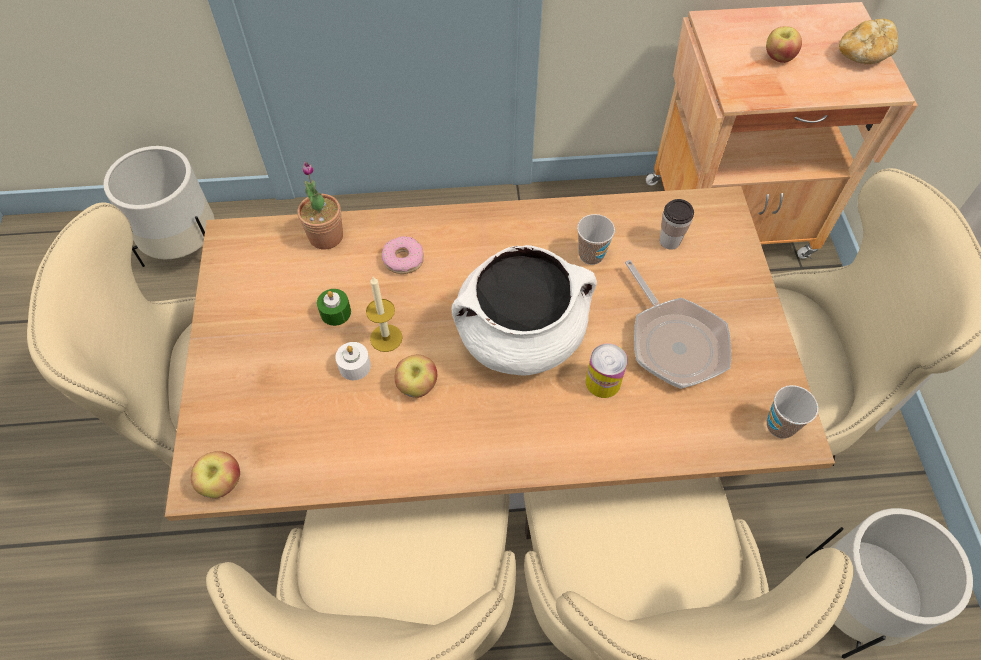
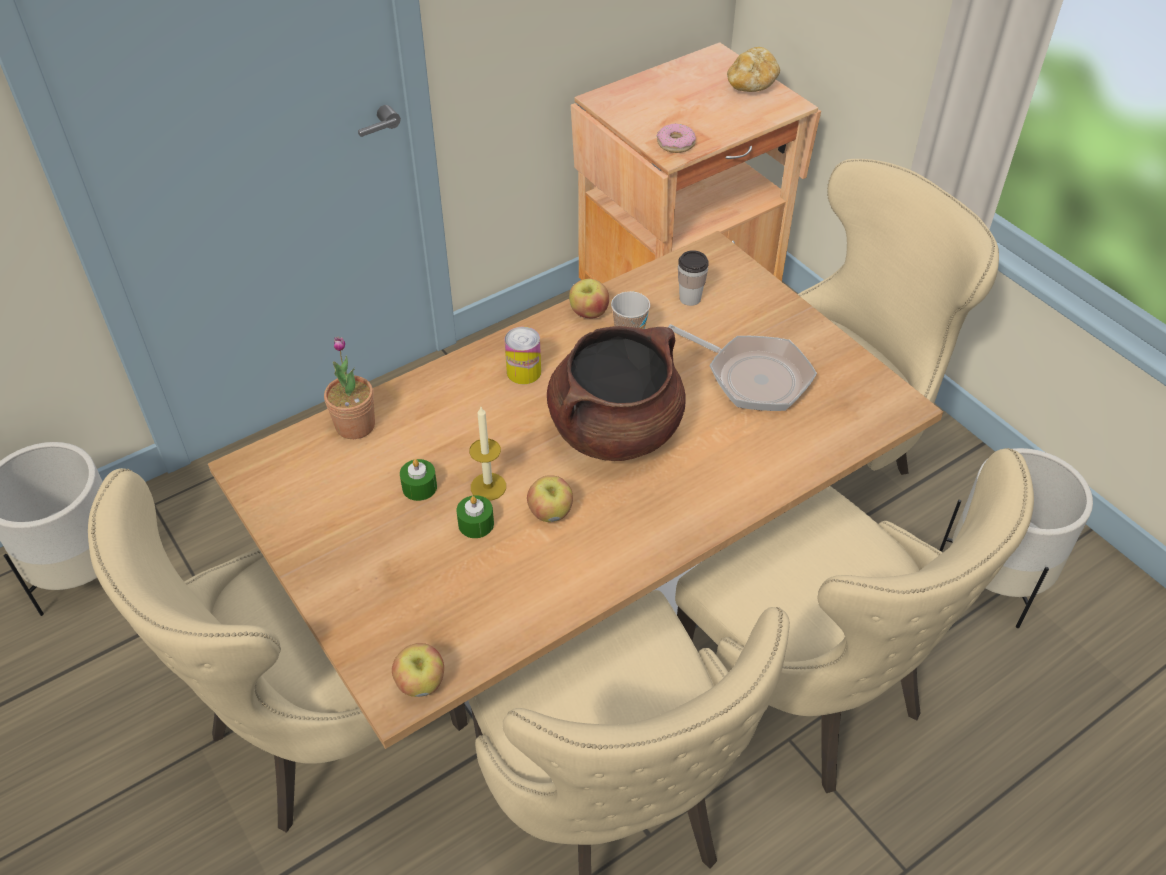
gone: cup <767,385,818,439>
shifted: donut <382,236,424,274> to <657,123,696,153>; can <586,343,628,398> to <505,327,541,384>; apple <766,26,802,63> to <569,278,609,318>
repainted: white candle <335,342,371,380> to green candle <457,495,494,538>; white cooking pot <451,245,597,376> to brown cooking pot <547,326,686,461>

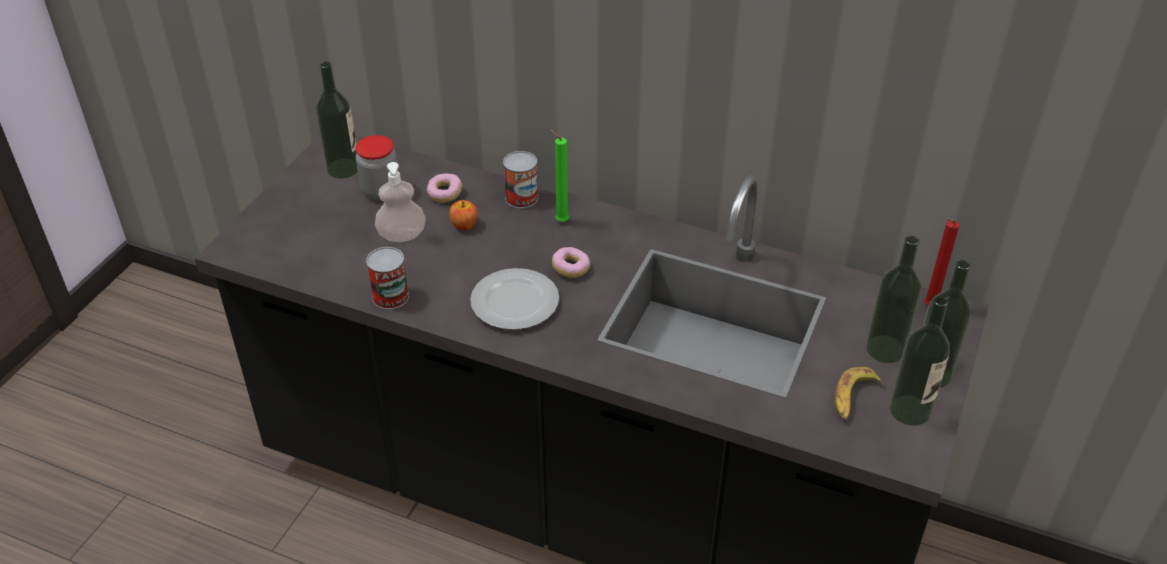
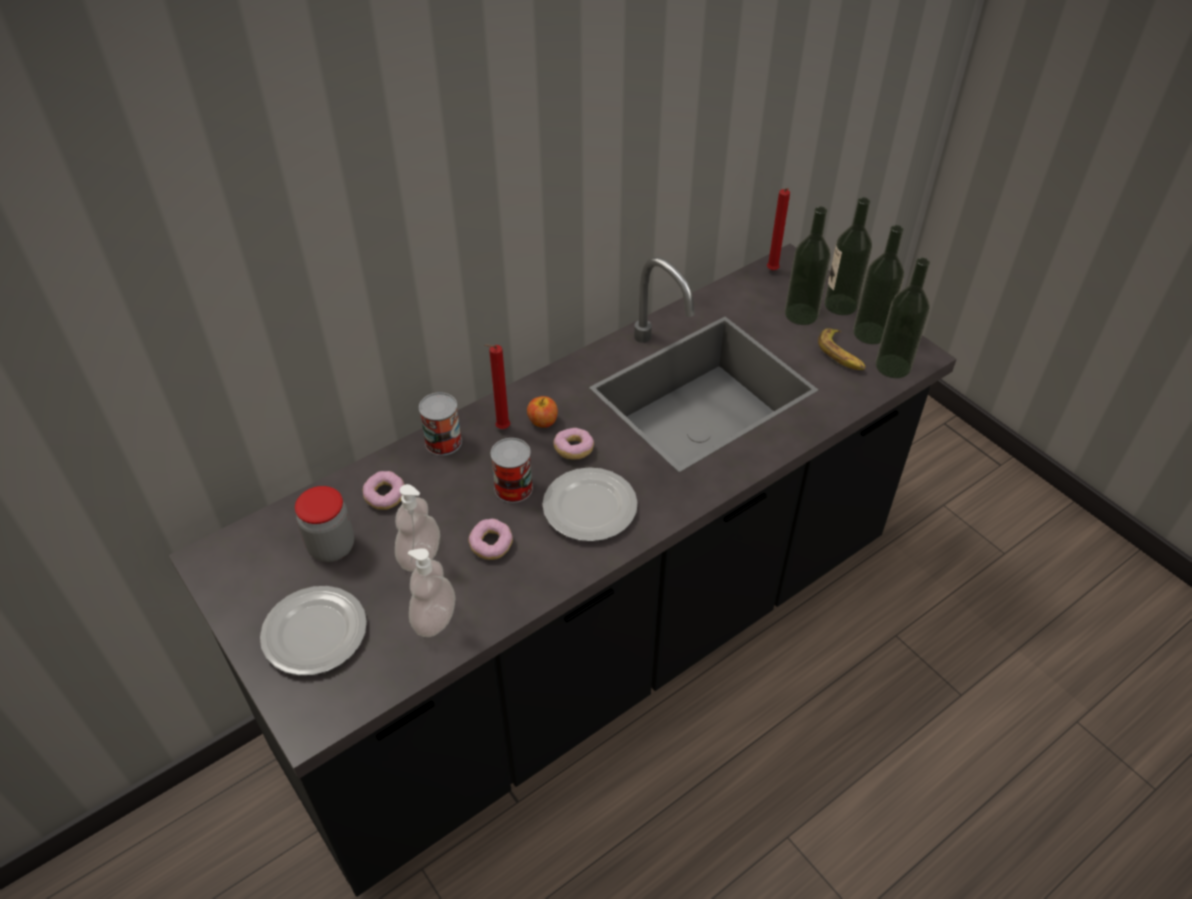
new: plate <260,586,367,676>; soap dispenser <408,548,456,637>; donut <469,519,513,560>
shifted: bottle <315,61,358,178> to <875,258,930,378>; can <366,247,409,309> to <491,438,533,503>; apple <449,200,478,230> to <527,396,558,428>
repainted: green candle <549,129,569,222> to red candle <484,344,510,429>

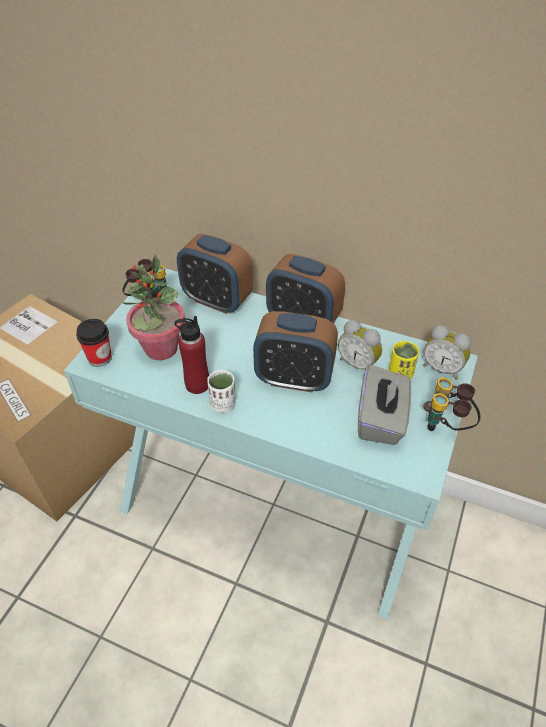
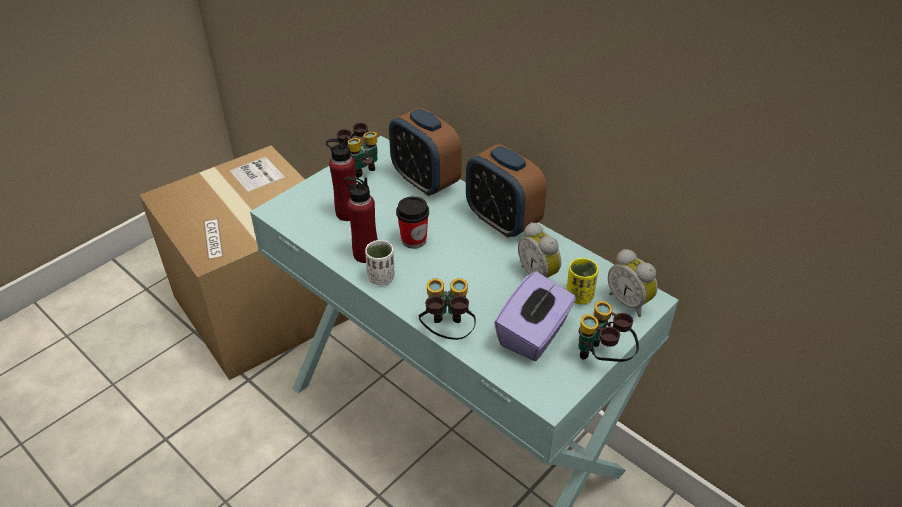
gone: alarm clock <253,311,338,393>
new: binoculars <419,278,476,340>
shifted: cup <76,319,112,367> to <396,196,429,249>
swapped: potted plant <122,255,185,360> to red bottle <326,136,356,221>
repainted: grey tissue box <358,364,411,445> to purple tissue box <494,271,576,361>

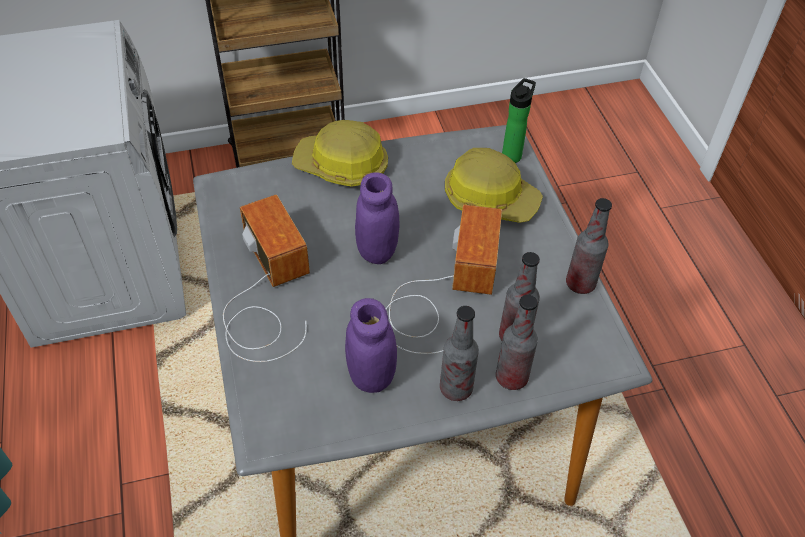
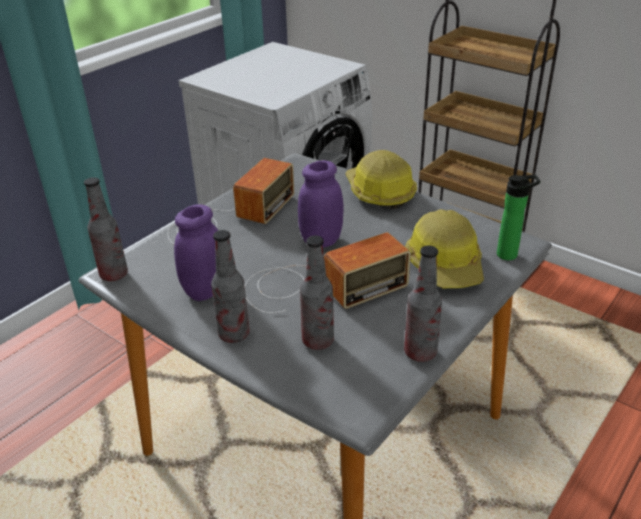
shifted: bottle <496,295,538,390> to <84,177,128,281>

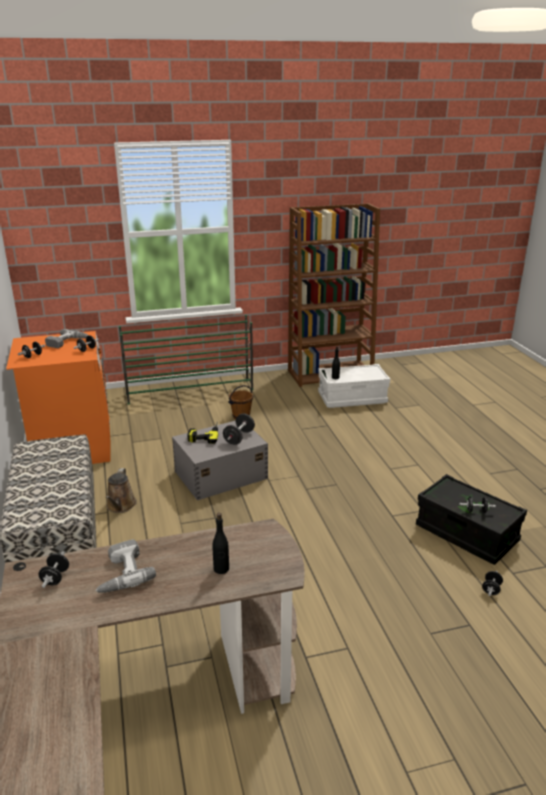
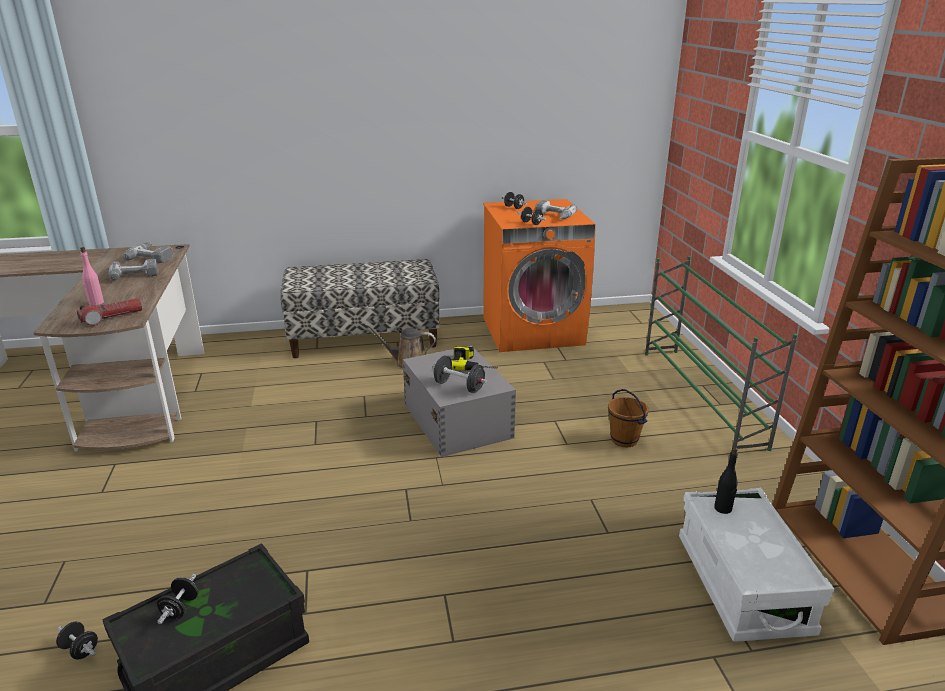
new: flashlight <77,298,142,326>
swapped: black dumbbell <39,552,69,588> to power drill <123,242,173,263>
repainted: black bottle <212,513,229,574> to pink bottle <80,247,104,306>

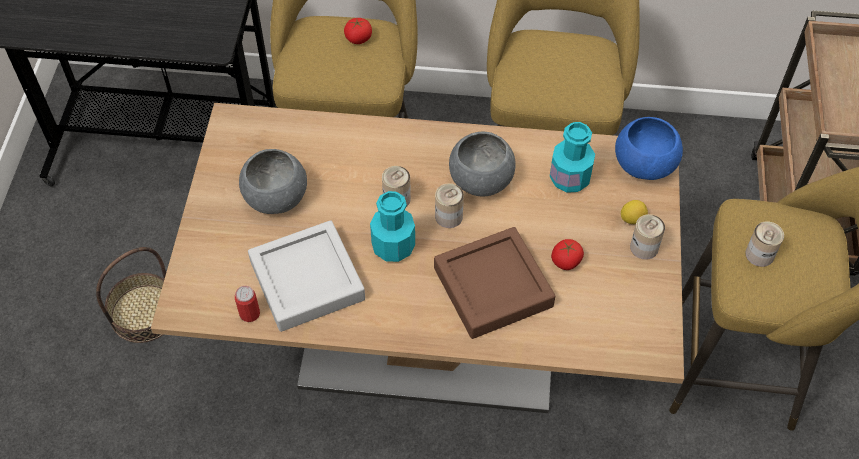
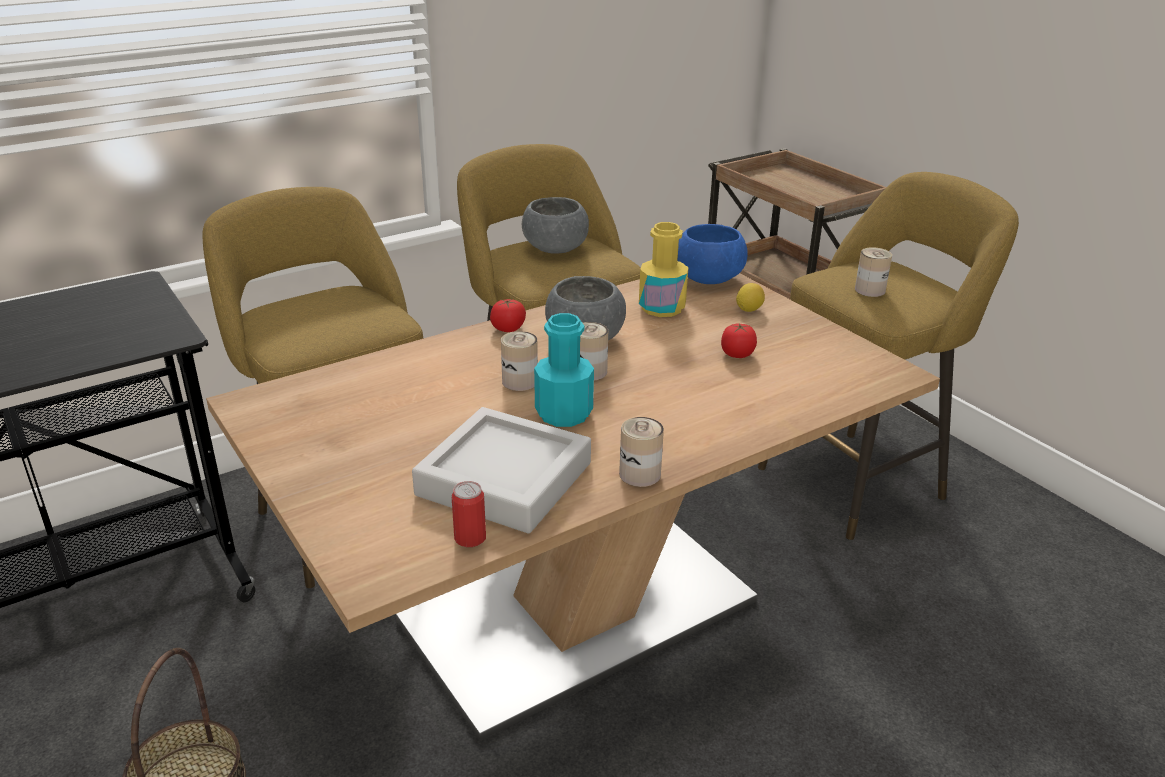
gone: brown tray <434,227,555,339>
shifted: grey bowl <239,149,307,214> to <522,197,589,254>; tomato <344,18,372,44> to <490,299,526,332>; can <630,214,665,260> to <619,417,664,487>
repainted: turquoise bottle <550,122,595,193> to yellow bottle <639,222,689,317>

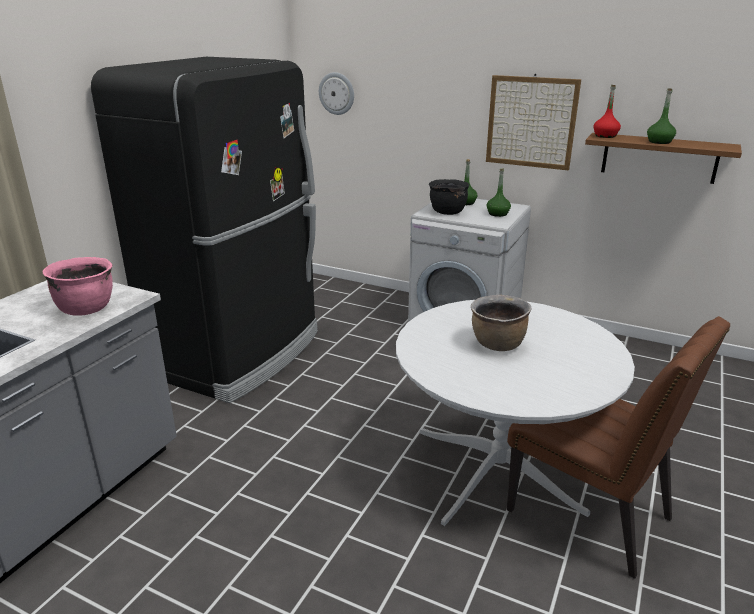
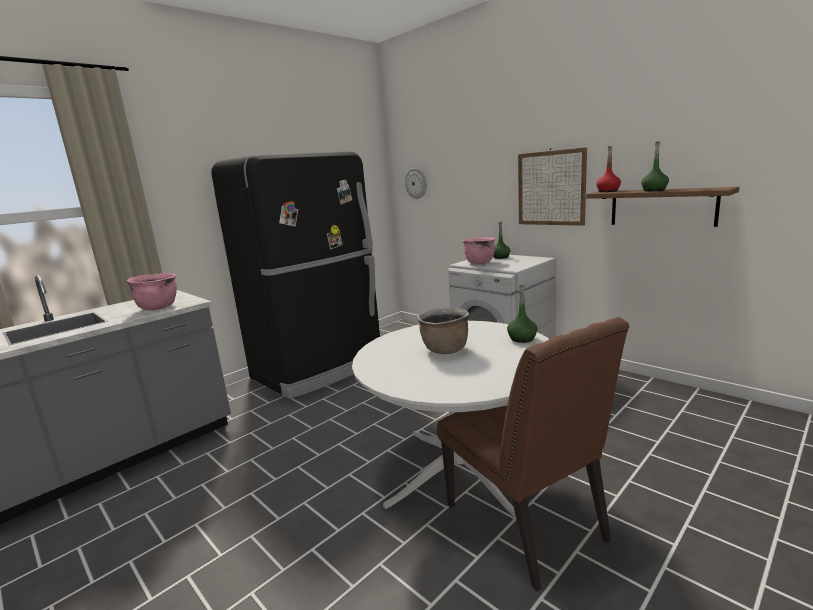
shifted: green bottle <487,169,511,217> to <507,284,538,343>
repainted: black cooking pot <429,179,469,215> to pink cooking pot <462,237,495,264>

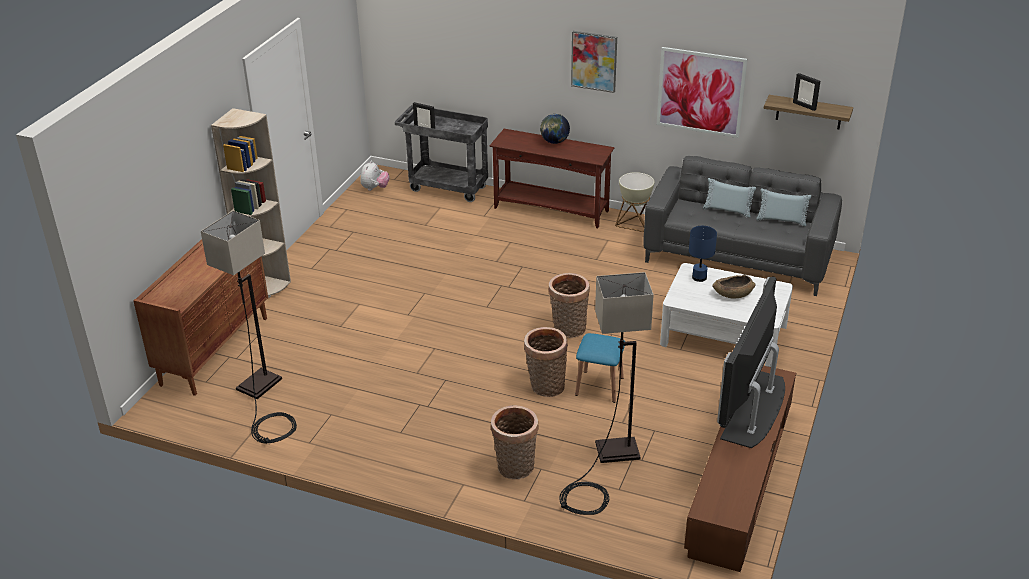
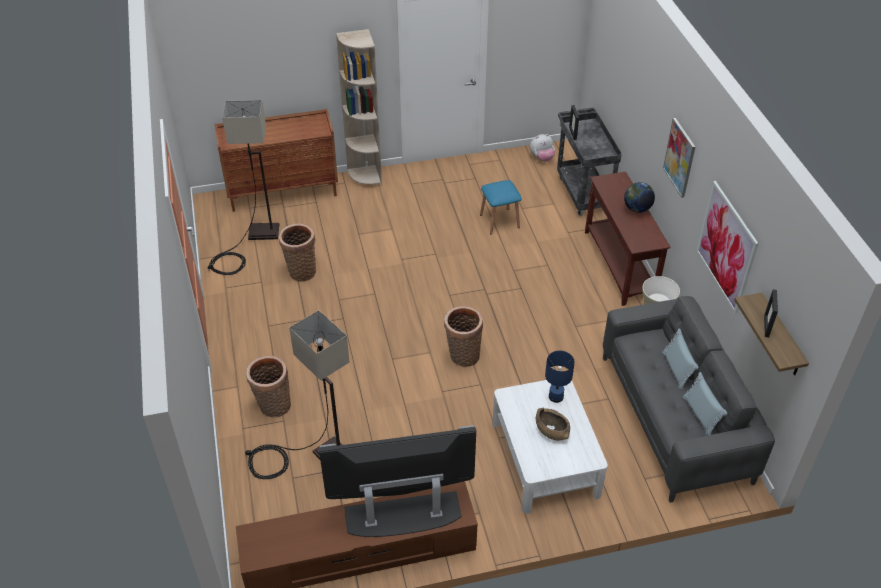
shifted: basket <524,327,568,397> to <279,224,316,282>; blue stool <575,333,625,403> to <480,180,522,234>

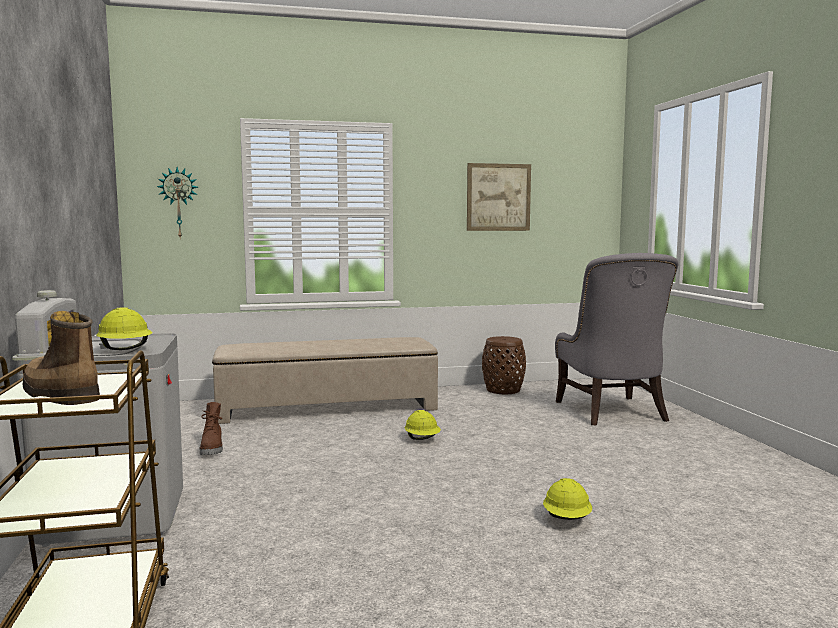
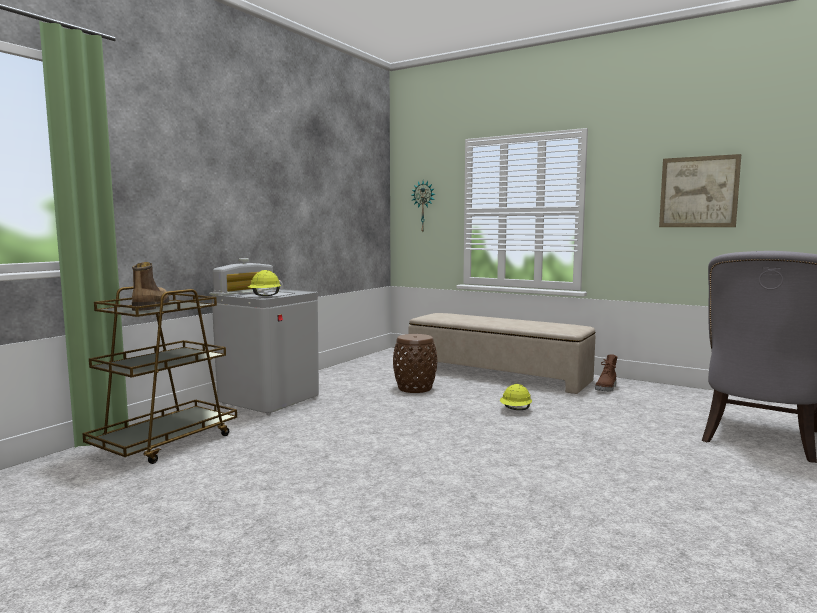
gone: yellow hard hat <543,478,592,520>
shifted: brown boot <200,402,223,455> to <595,354,617,392>; brown stool <482,336,526,394> to <393,334,437,393>

